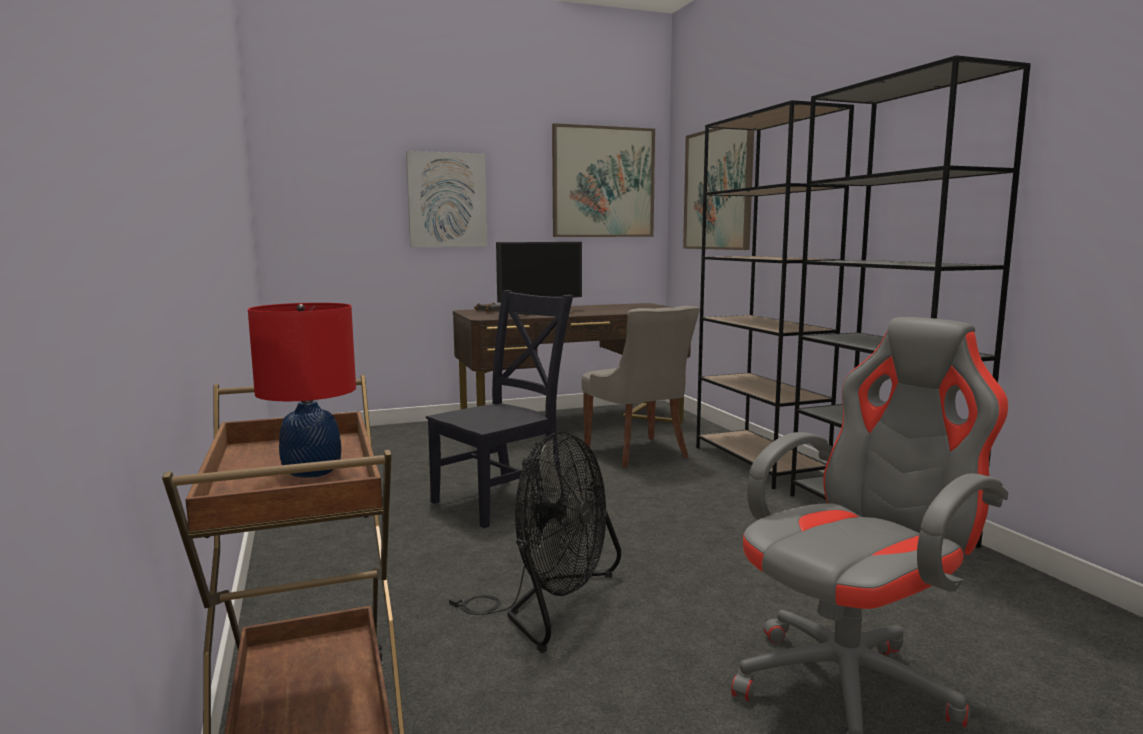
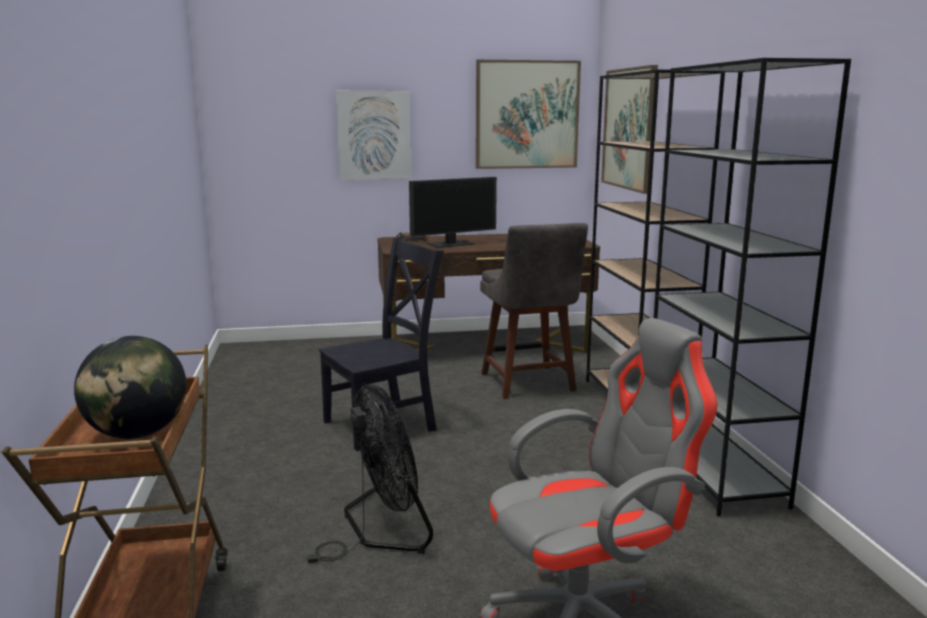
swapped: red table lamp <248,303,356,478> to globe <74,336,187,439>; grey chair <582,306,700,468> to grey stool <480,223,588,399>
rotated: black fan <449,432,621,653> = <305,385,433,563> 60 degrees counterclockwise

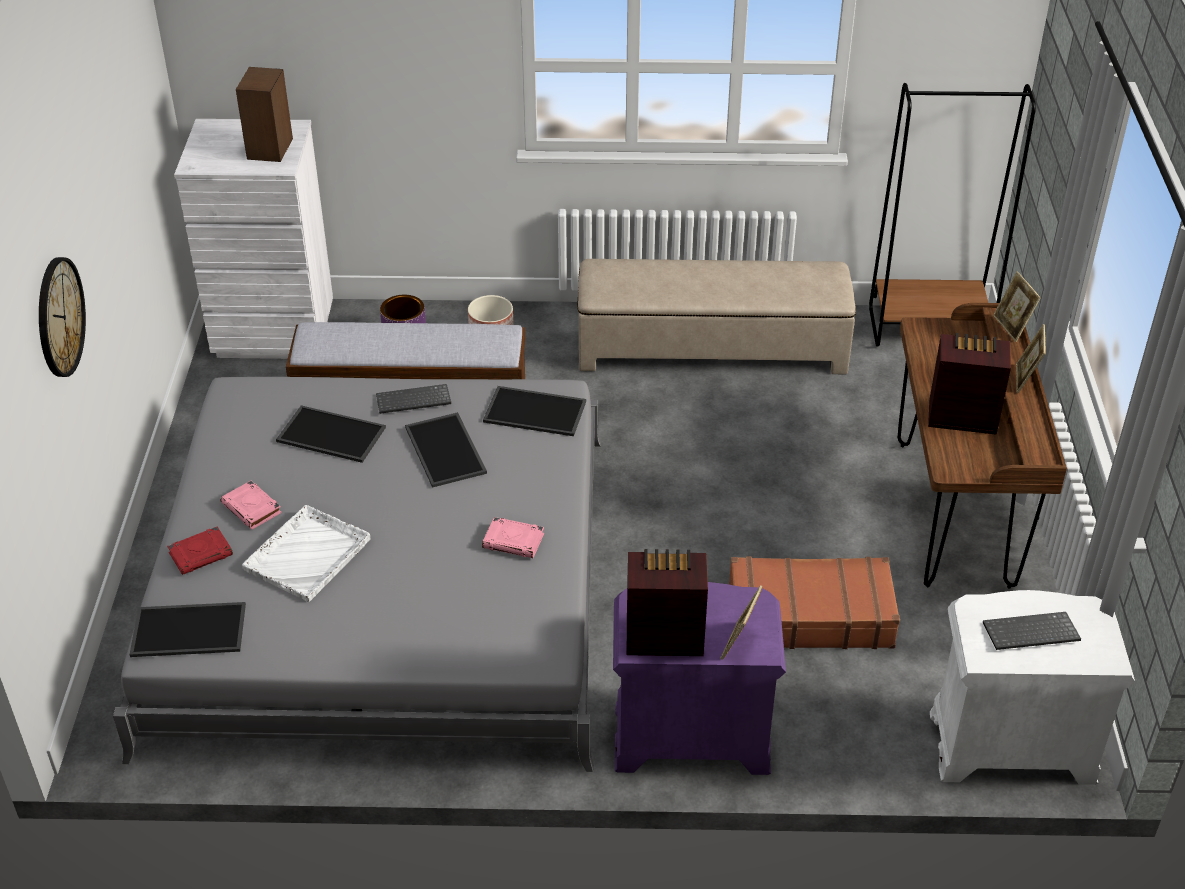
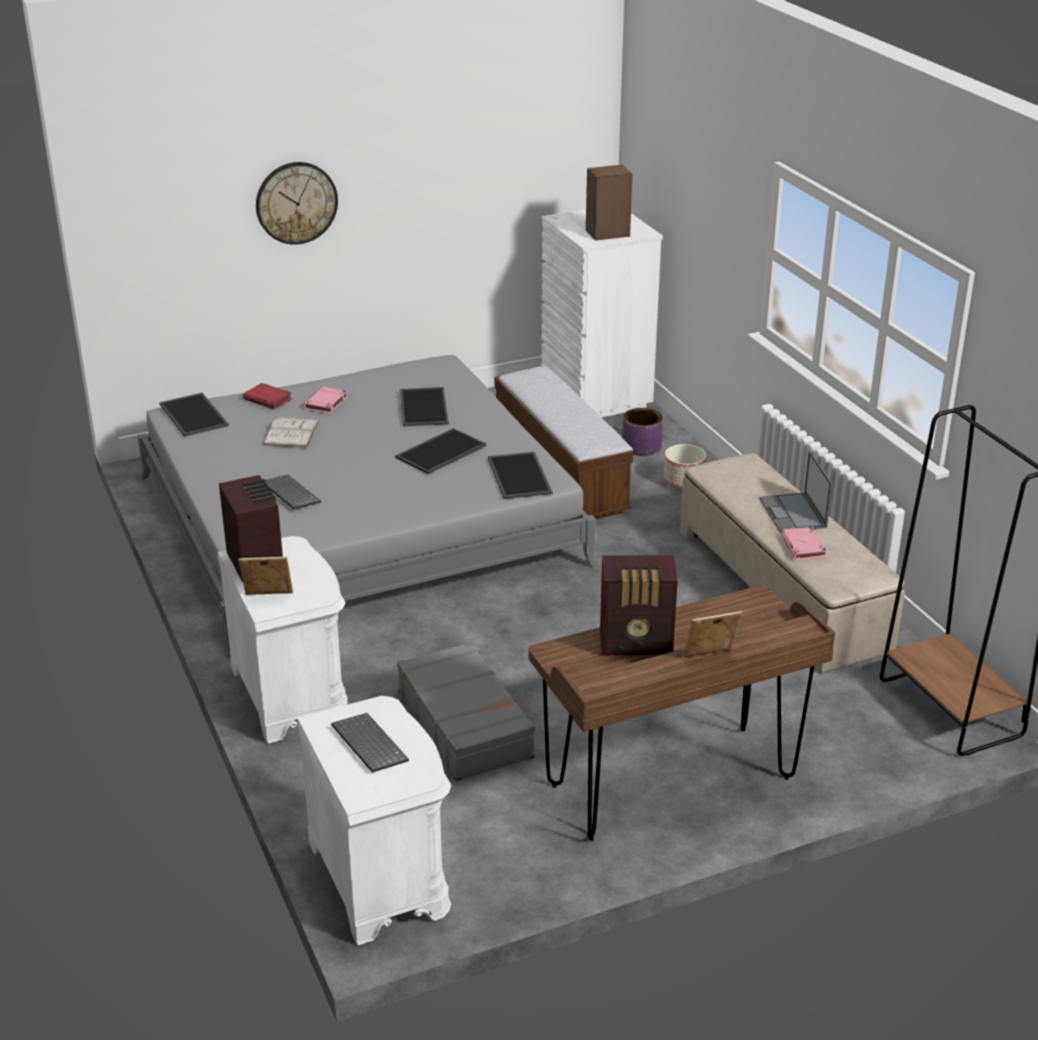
gone: picture frame <993,271,1041,342>
new: laptop <759,451,832,532>
shifted: keyboard <376,384,451,414> to <265,475,321,509>; pink book <482,517,544,558> to <781,527,827,560>
swapped: white tray <242,505,371,602> to white book <264,418,320,448>
repainted: purple nightstand <613,582,786,775> to white nightstand <218,536,348,744>; brown suitcase <729,556,900,649> to grey suitcase <397,642,535,781>
rotated: radio <928,333,1011,435> = <600,556,678,656> 105 degrees clockwise

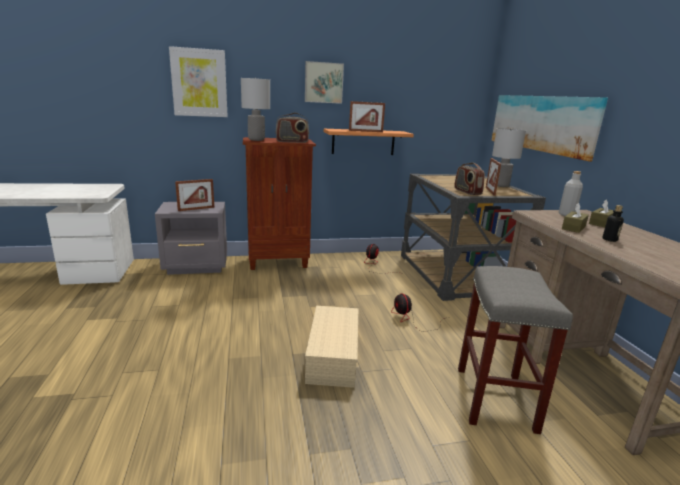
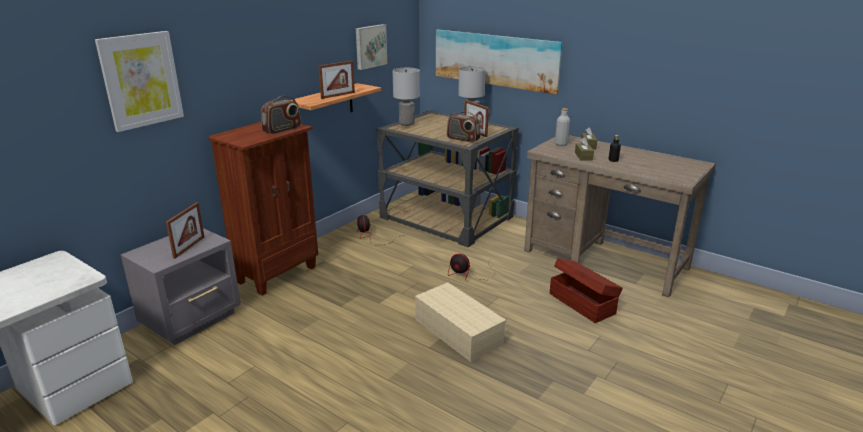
shifted: grey table lamp <241,78,270,141> to <392,68,420,126>; picture <305,61,344,104> to <356,24,387,70>
swapped: grey stool <458,266,573,434> to brown storage box <550,258,623,323>

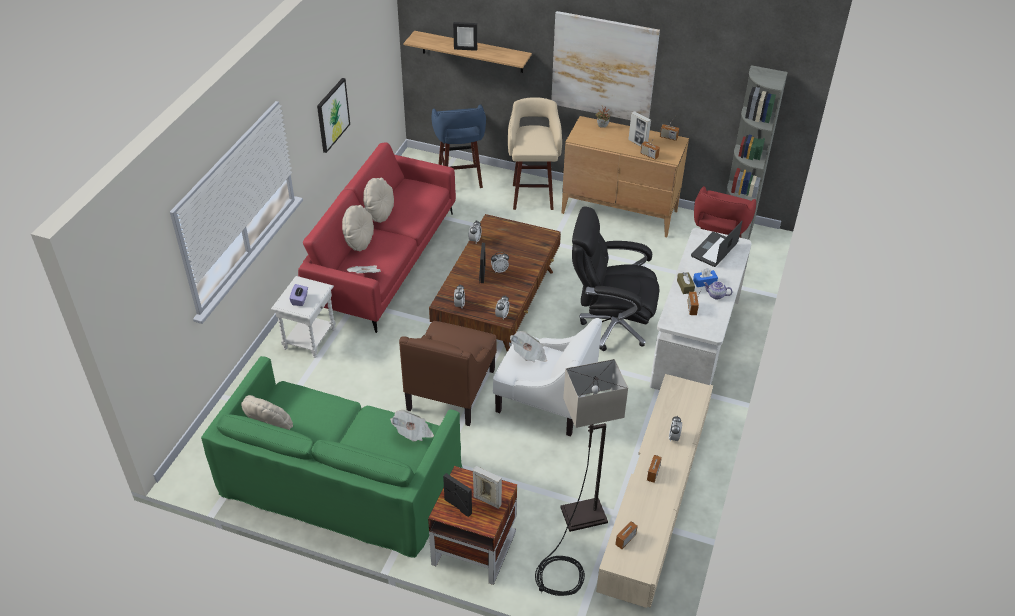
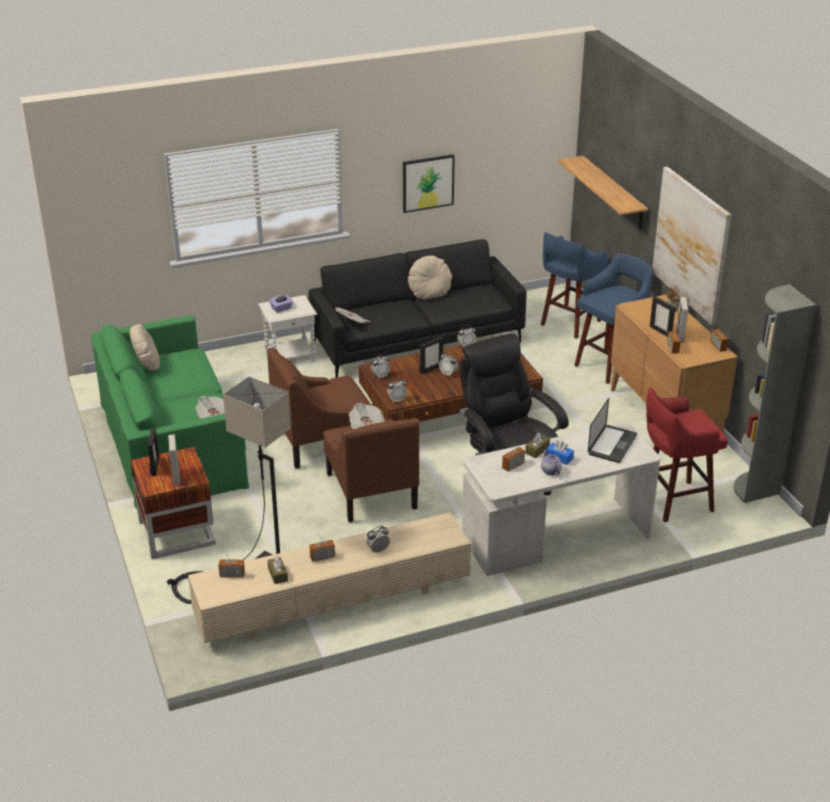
gone: beige pillow <342,205,374,251>
new: brown tissue box <267,556,288,584>
shifted: picture frame <453,22,477,51> to <650,296,675,337>
repainted: red sofa <298,143,456,333> to black sofa <308,239,527,378>; white armchair <493,318,602,437> to brown armchair <324,418,419,523>; beige stool <508,97,562,210> to blue stool <574,253,653,384>
rotated: laptop <691,221,742,267> = <588,398,637,463> 120 degrees clockwise

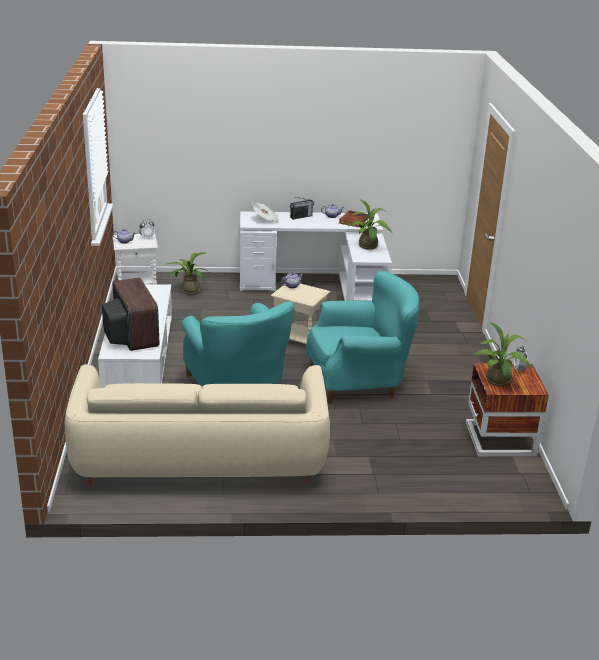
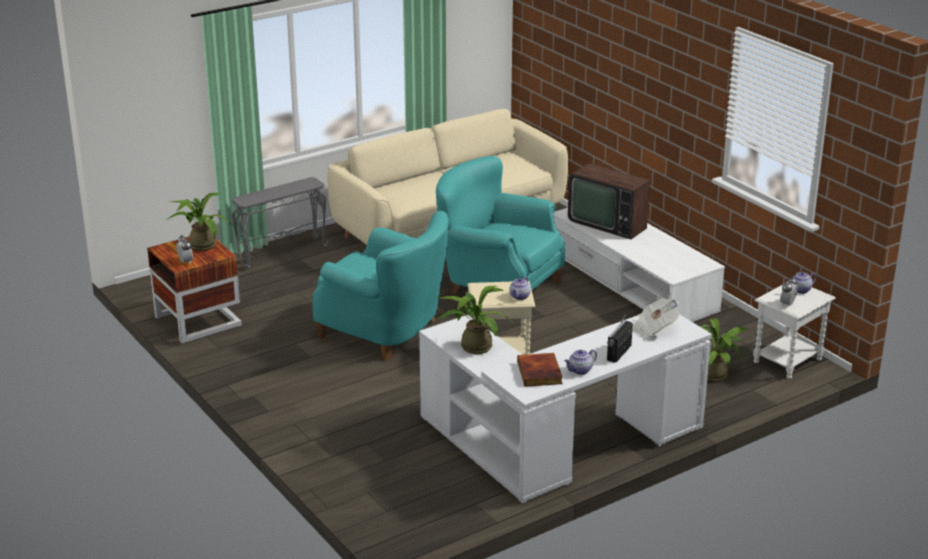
new: grey side table <232,177,329,270>
rotated: turquoise armchair <306,271,419,404> = <312,211,449,360> 105 degrees counterclockwise

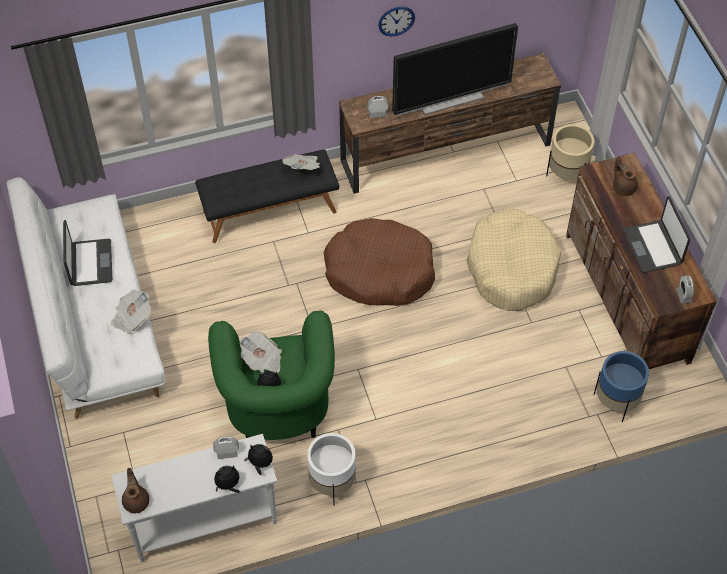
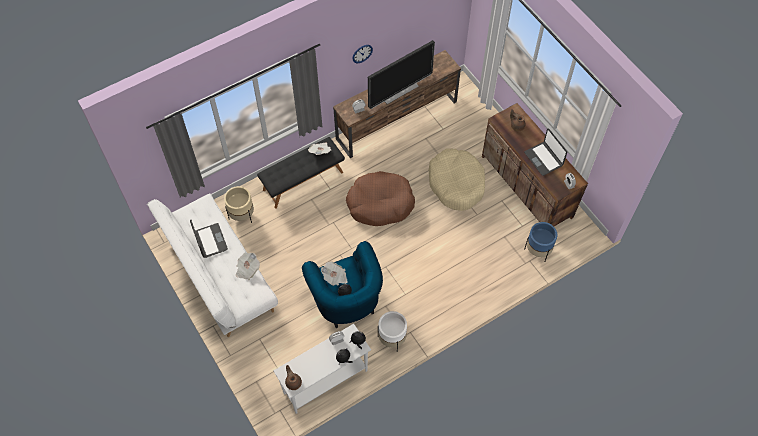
shifted: beige planter <546,124,594,180> to <224,186,254,223>
repainted: green armchair <208,310,335,440> to blue armchair <302,241,383,328>

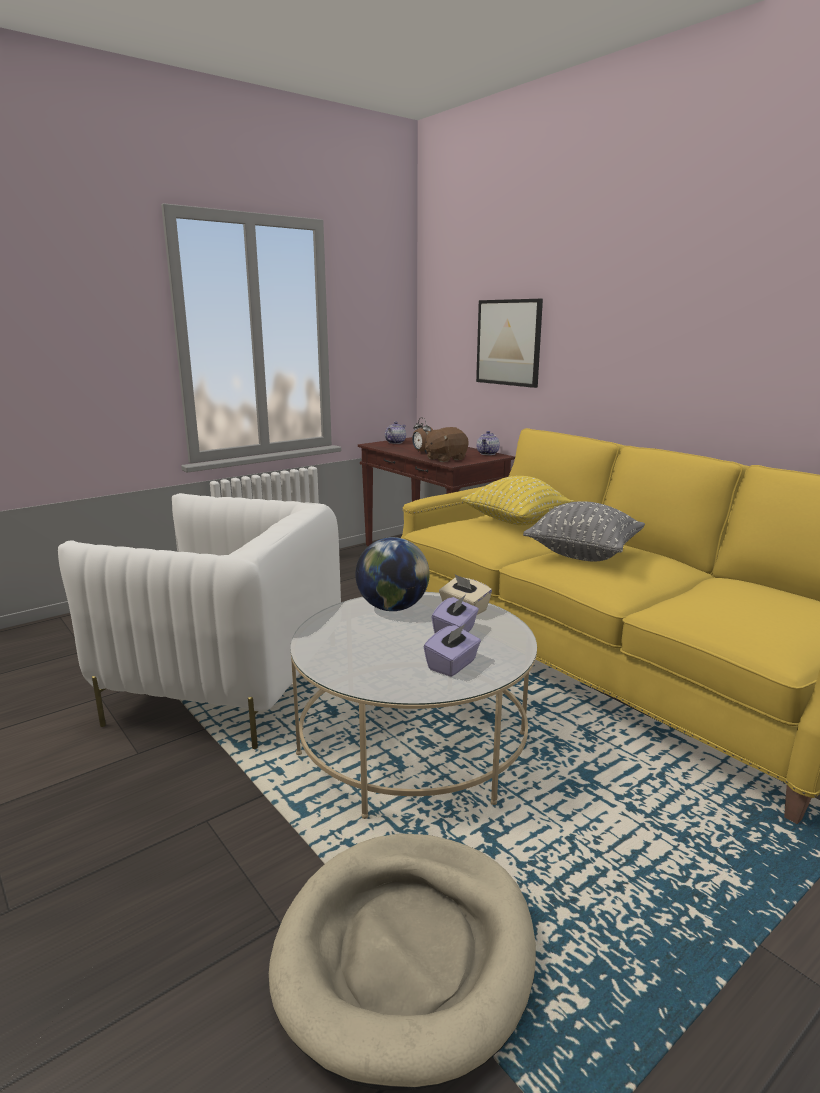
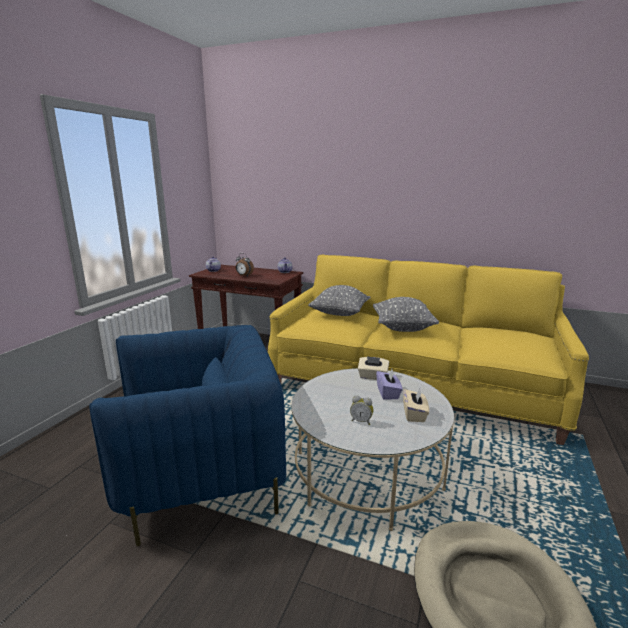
gone: globe <355,537,430,611>; brown plush toy <425,427,468,462>; picture <476,299,543,388>
new: alarm clock <350,395,373,425>
repainted: white armchair <58,493,341,749> to blue armchair <89,325,286,546>; purple tissue box <424,624,481,677> to beige tissue box <403,388,429,422>; yellow pillow <461,476,575,525> to grey pillow <308,285,371,316>

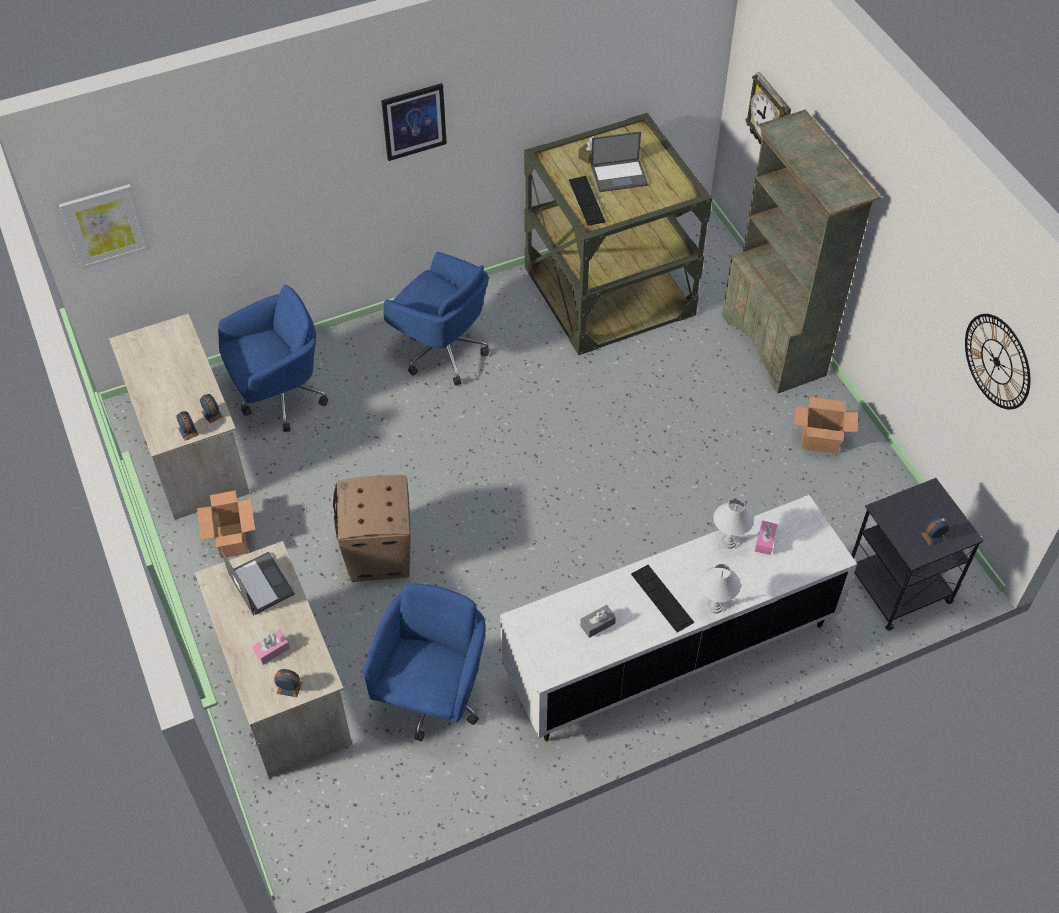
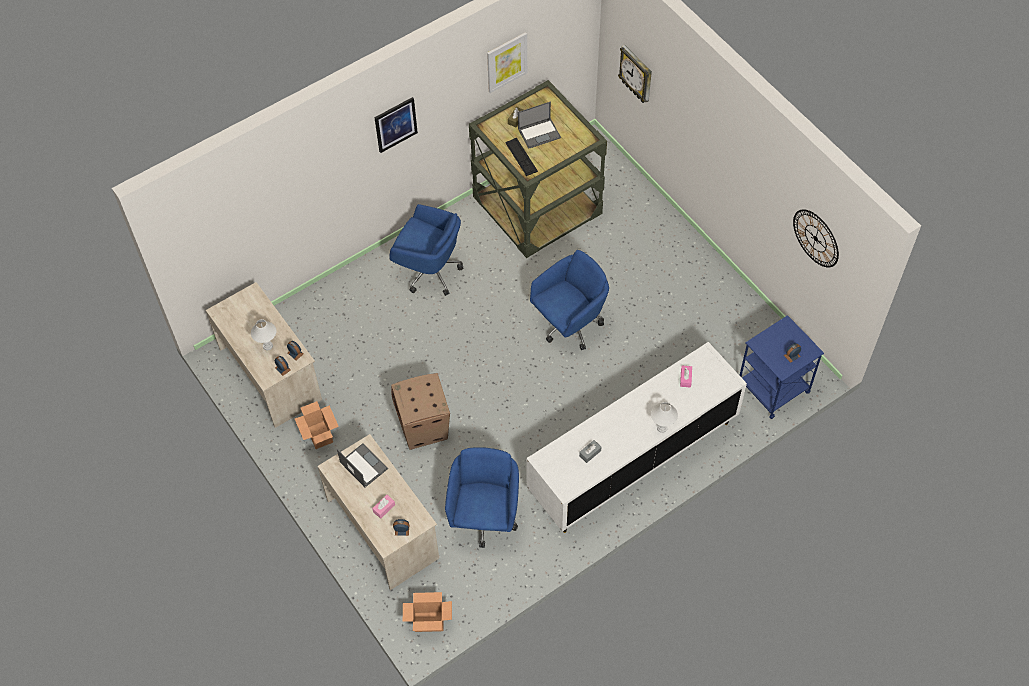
gone: keyboard <631,565,694,632>; green bookcase <722,110,881,394>
shifted: picture <59,184,150,270> to <487,32,527,93>; blue office chair <218,285,328,432> to <530,250,609,350>; white table lamp <713,498,754,549> to <251,319,277,351>; cardboard box <794,397,858,454> to <403,592,452,632>
repainted: black cart <851,478,984,631> to blue cart <740,315,824,419>

